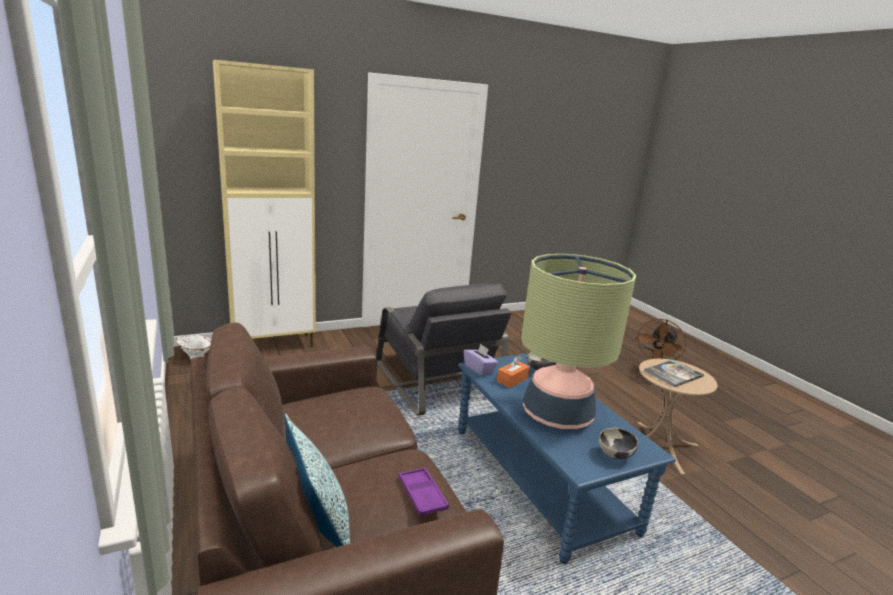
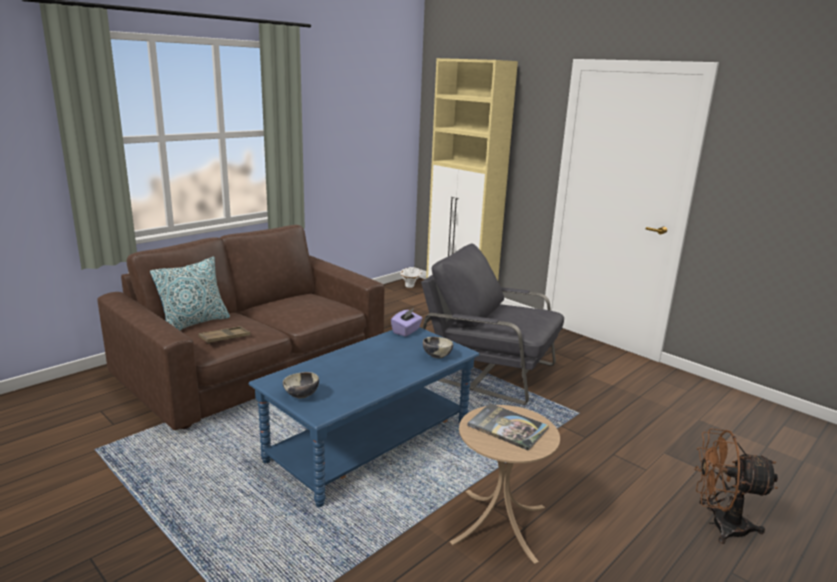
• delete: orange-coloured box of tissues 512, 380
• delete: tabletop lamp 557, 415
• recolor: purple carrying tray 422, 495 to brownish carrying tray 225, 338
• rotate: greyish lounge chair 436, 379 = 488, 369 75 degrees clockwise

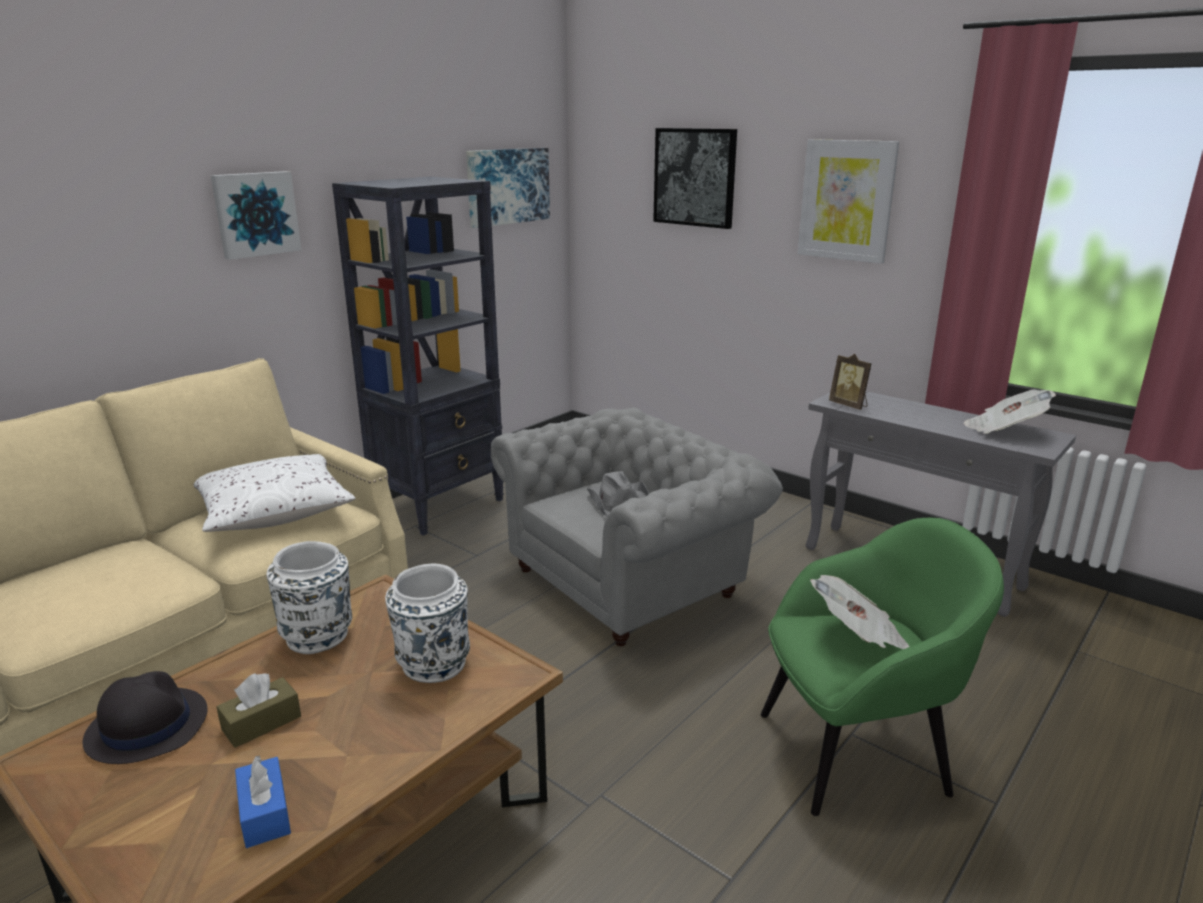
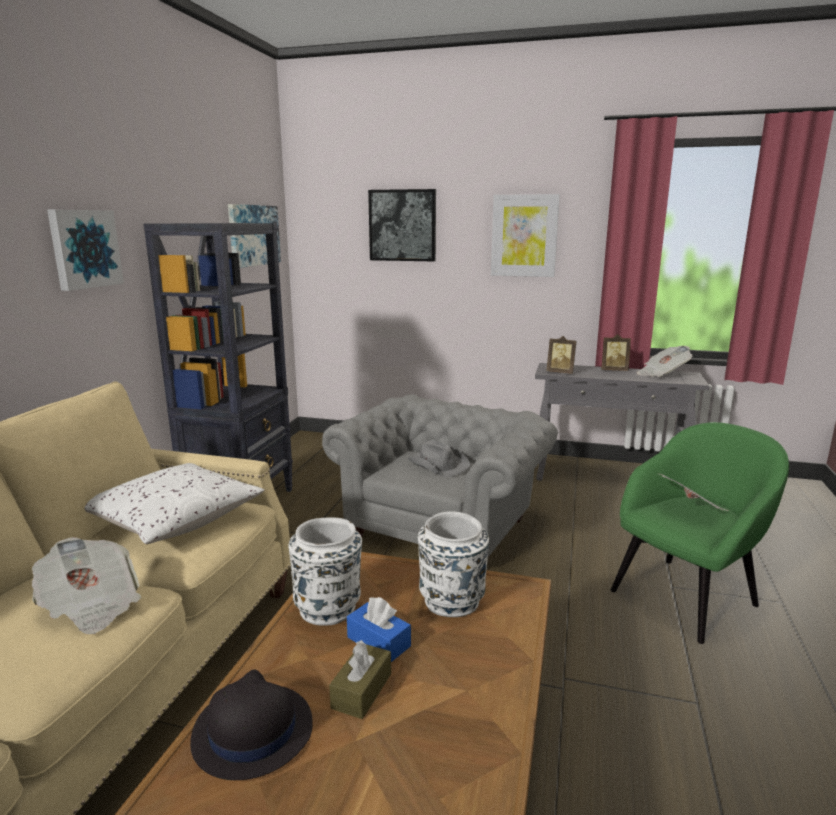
• insert: daily paper 91, 606
• insert: photo frame 614, 370
• move: blue-coloured box of tissues 265, 813 to 378, 642

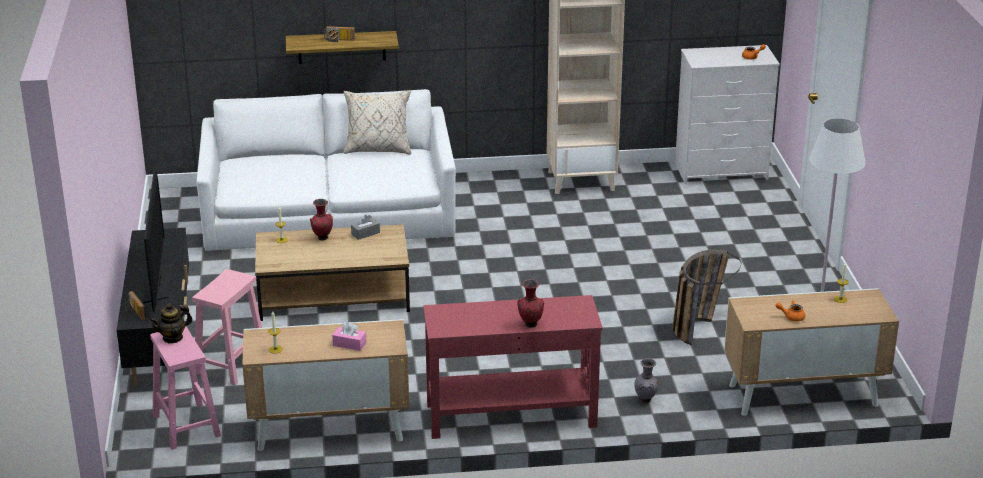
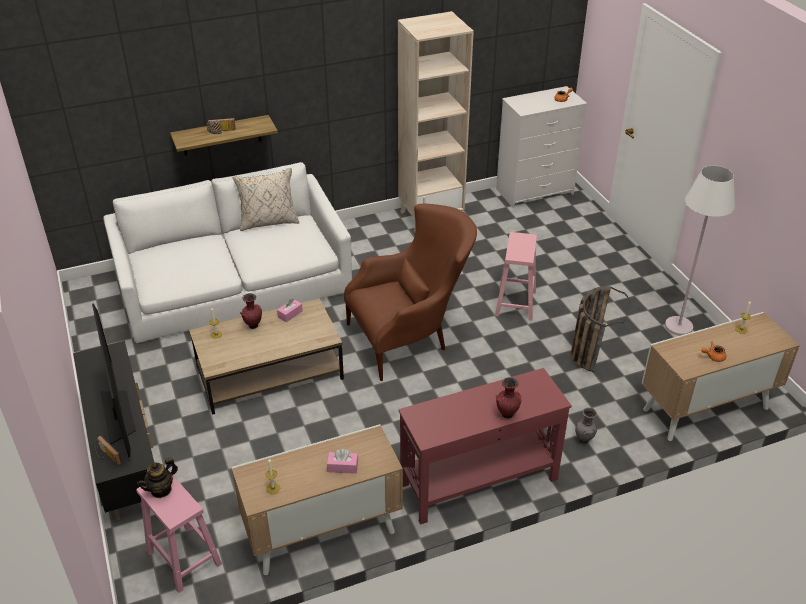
• insert: brownish lounge chair 410, 337
• move: pink-coloured stool seat 231, 363 to 515, 303
• recolor: greyish box of tissues 365, 233 to pink-coloured box of tissues 290, 314

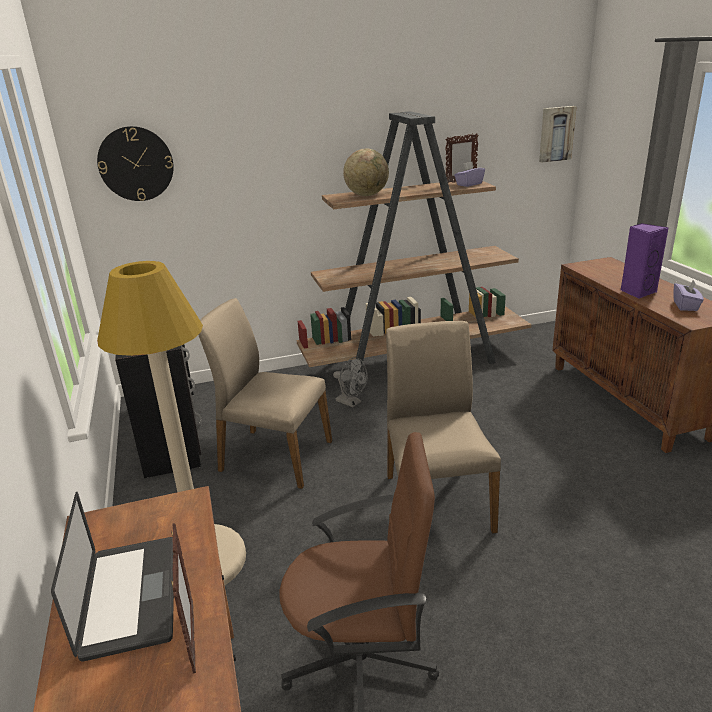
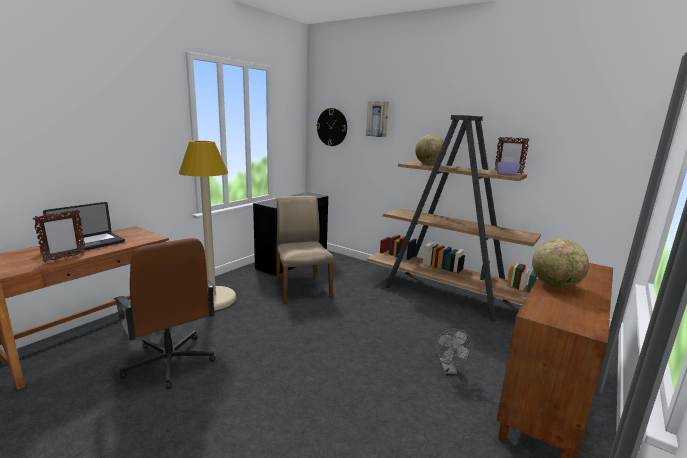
• delete: beige chair 436, 501
• delete: purple box of tissues 685, 306
• move: greyish electric fan 351, 403 to 449, 370
• move: picture 556, 134 to 377, 119
• replace: purple audio speaker 637, 292 to globe 555, 285

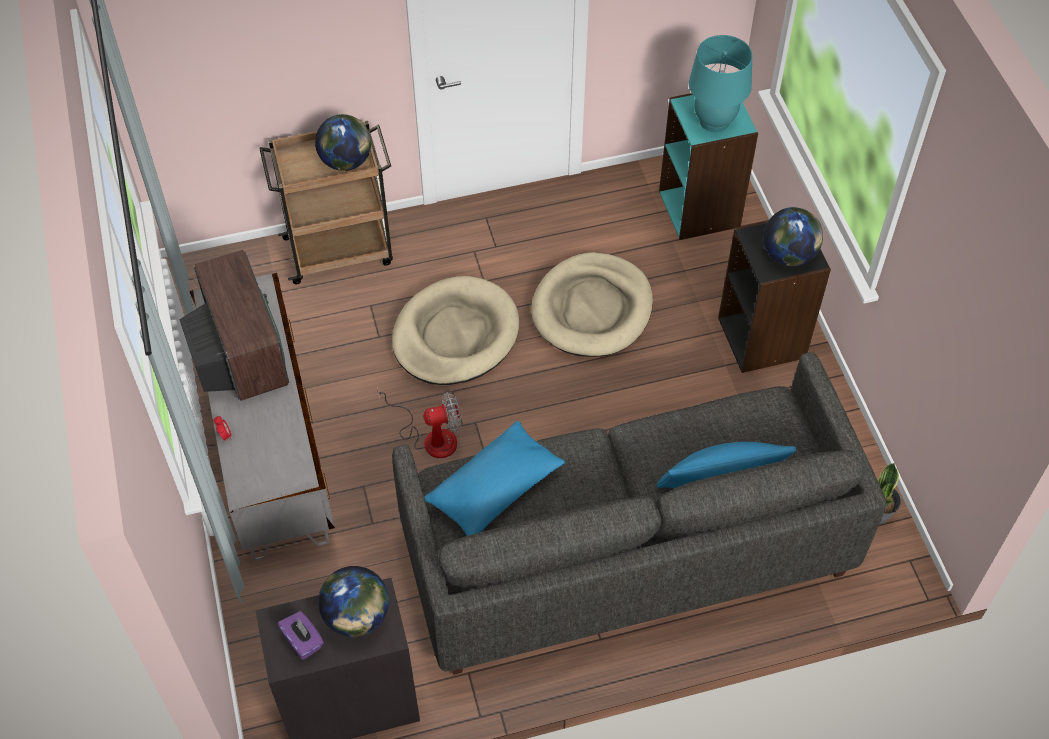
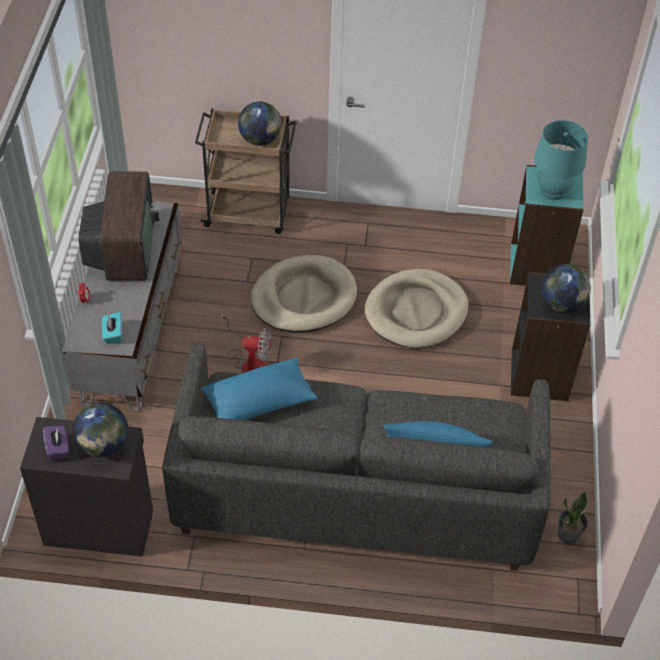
• insert: turquoise box of tissues 113, 334

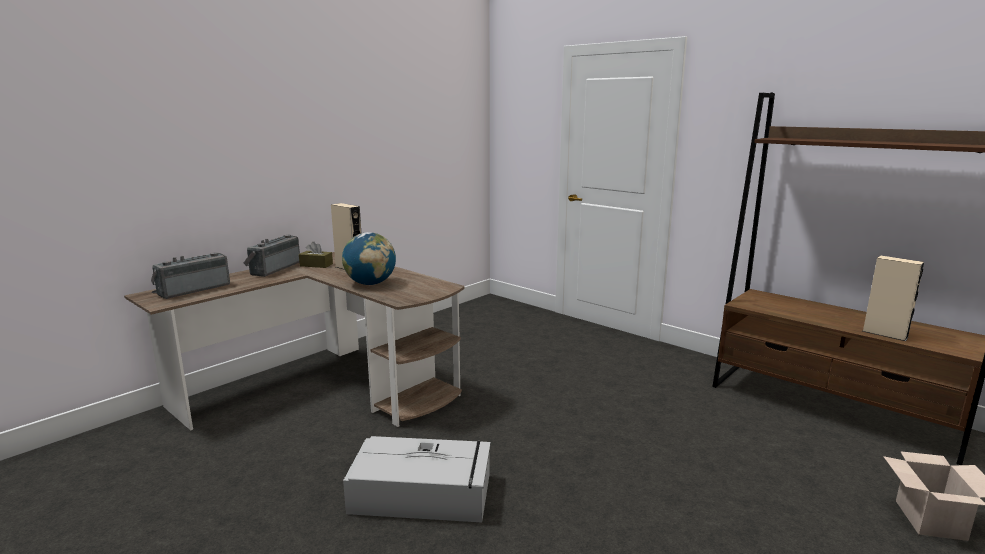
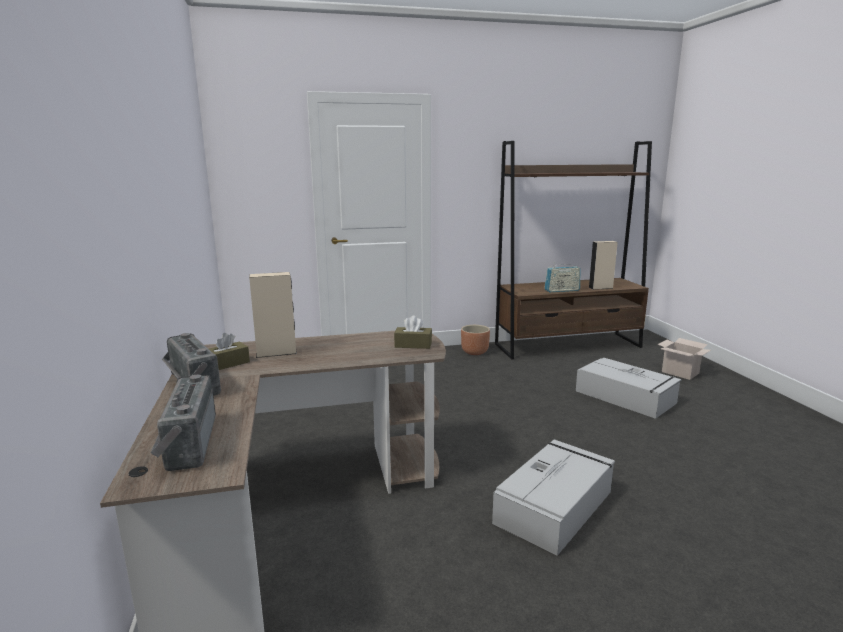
• delete: globe 370, 283
• insert: brownish box of tissues 413, 345
• insert: brownish planter 474, 352
• insert: radio receiver 562, 290
• insert: greyish storage box 626, 397

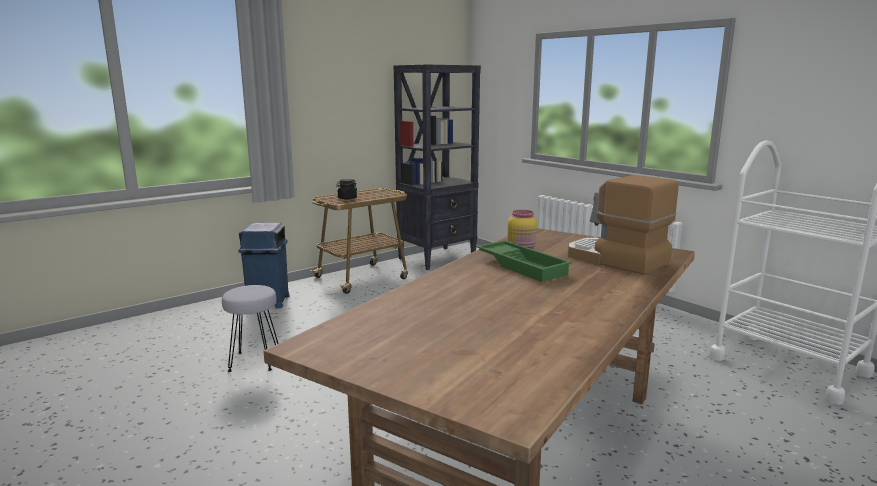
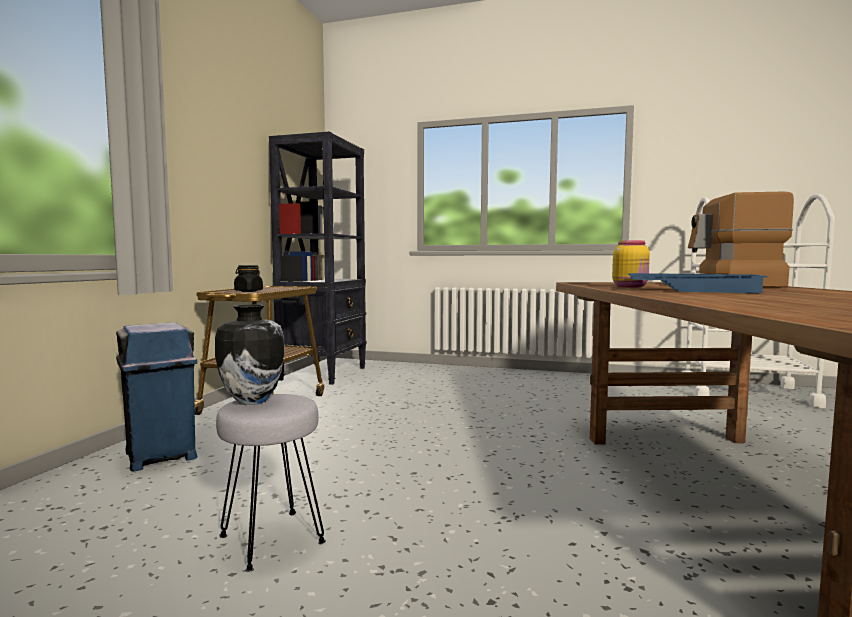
• insert: flower vase 252, 401
• recolor: green carrying tray 523, 266 to blue-coloured carrying tray 692, 290

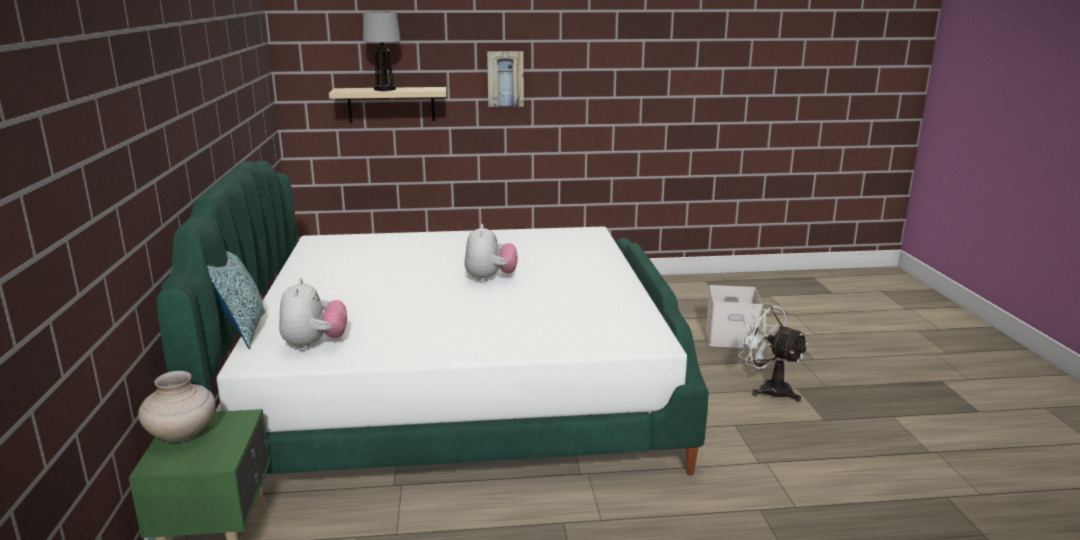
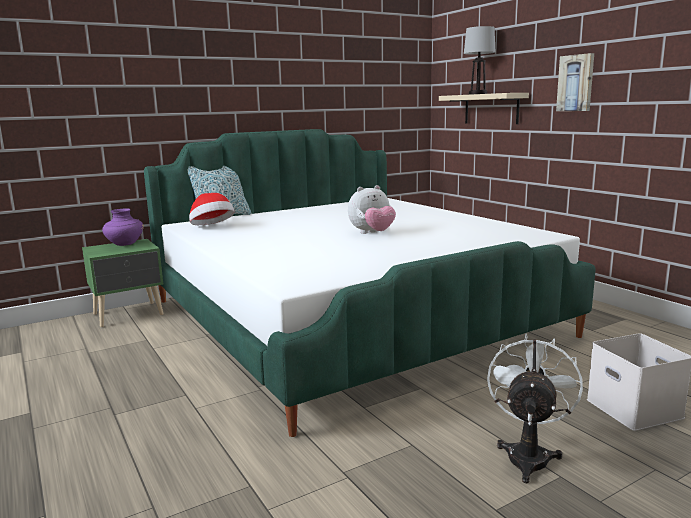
• replace: cuddly toy 314, 344 to hat 212, 227
• recolor: beige flower vase 182, 435 to purple flower vase 124, 244

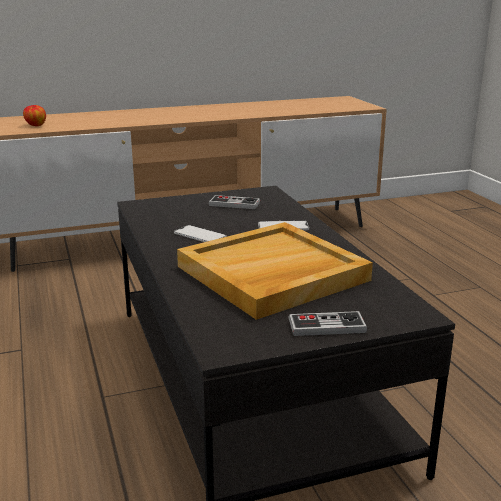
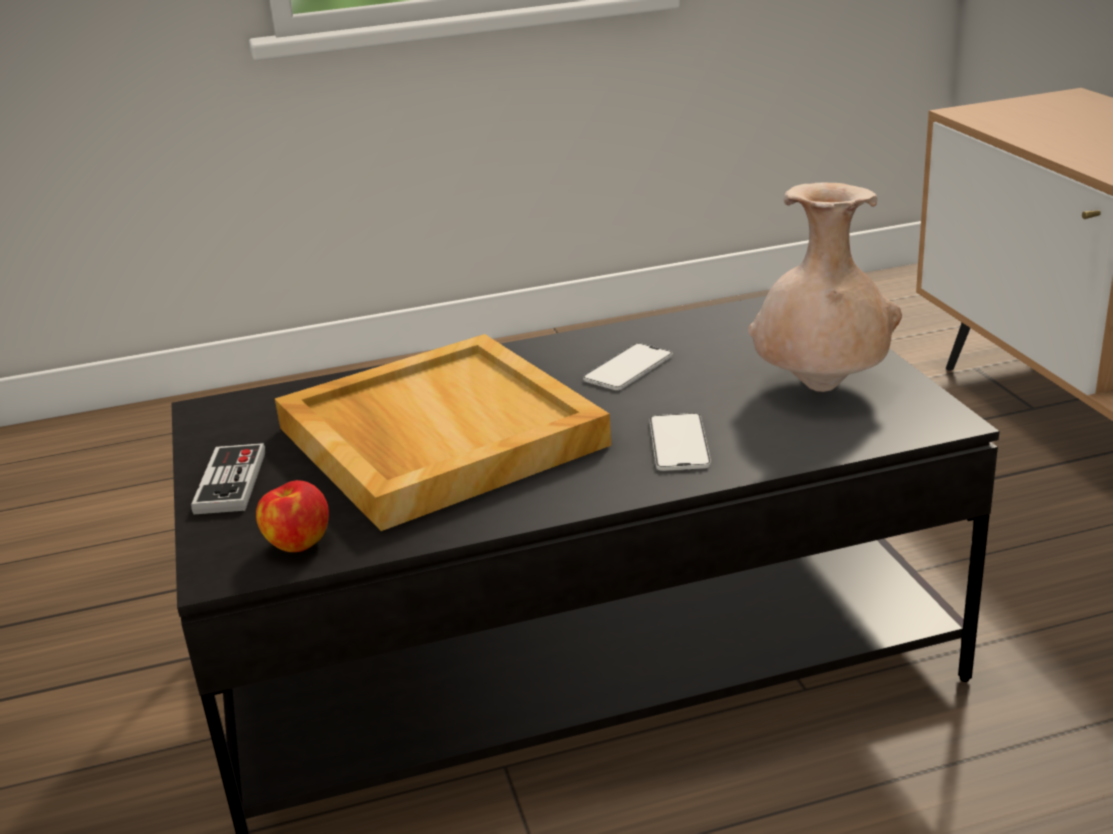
• move: apple fruit 35, 125 to 297, 543
• replace: joypad 234, 204 to beige flower vase 821, 388

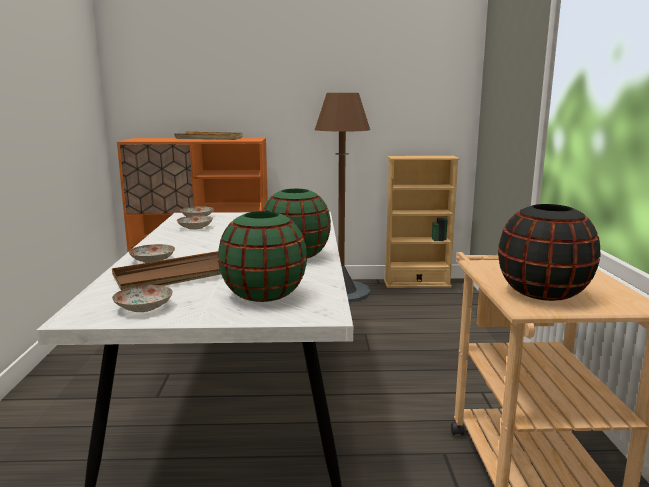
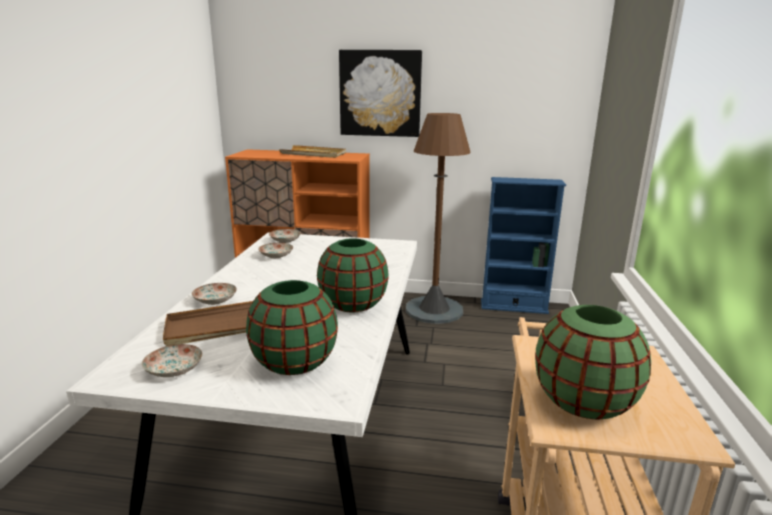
• insert: picture 380, 93
• recolor: beige bookcase 417, 284 to blue-coloured bookcase 513, 306
• recolor: blackish flower vase 543, 293 to green flower vase 583, 402

